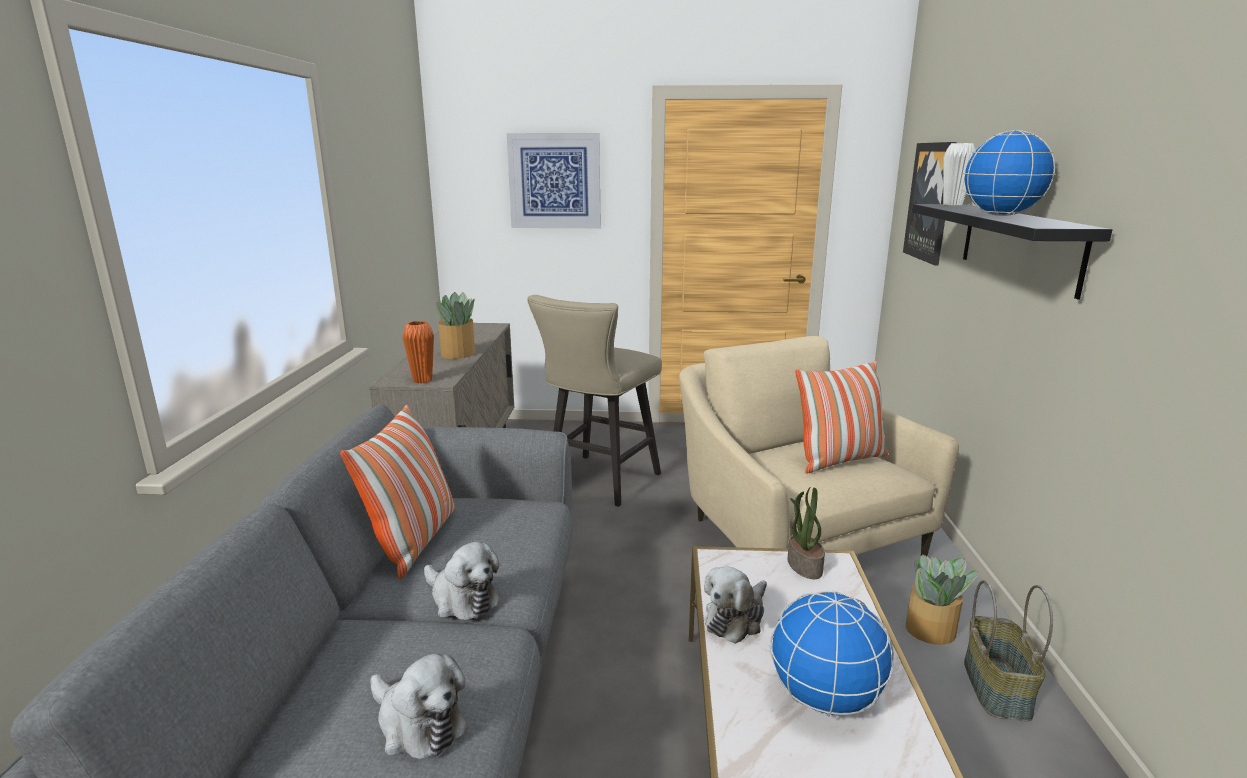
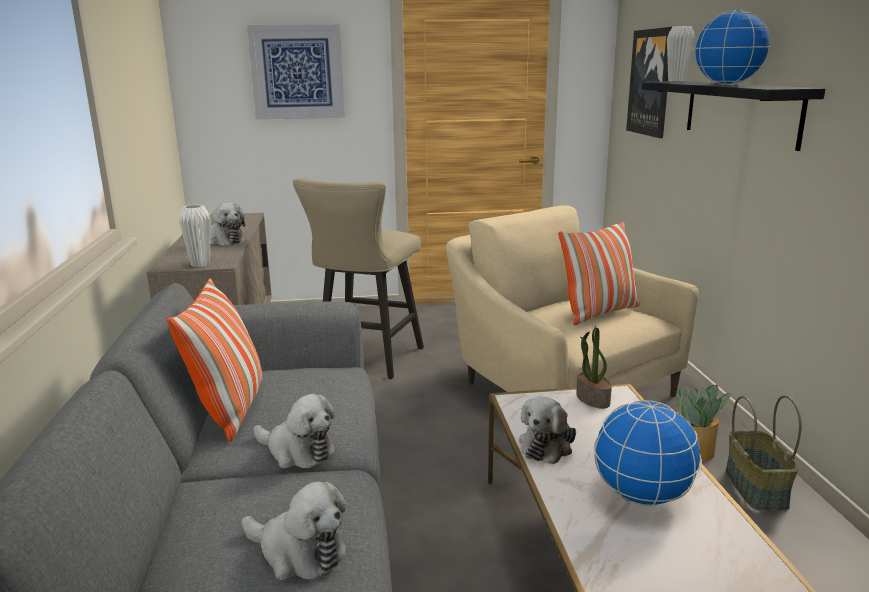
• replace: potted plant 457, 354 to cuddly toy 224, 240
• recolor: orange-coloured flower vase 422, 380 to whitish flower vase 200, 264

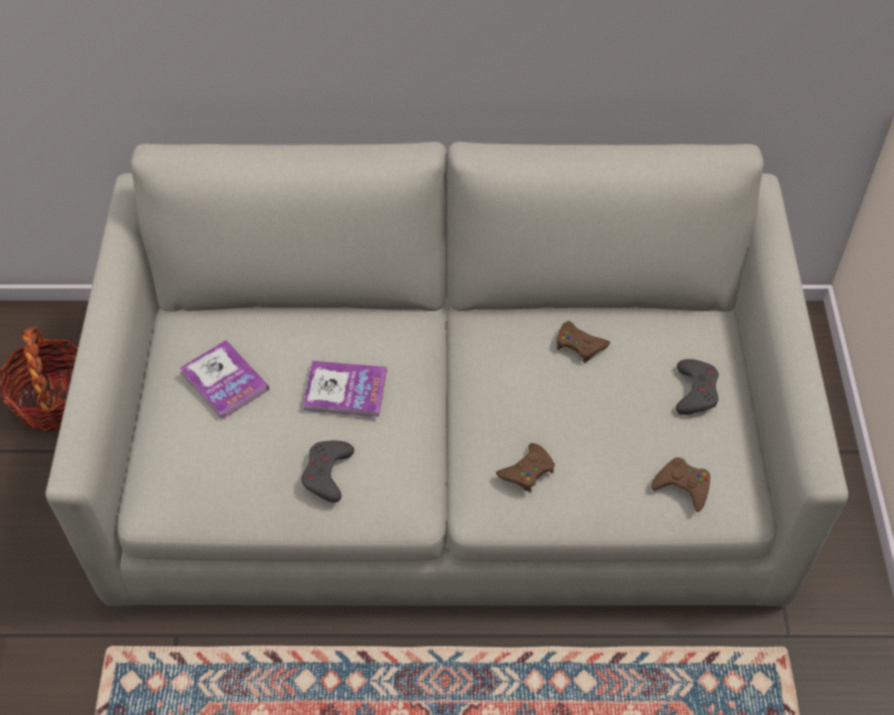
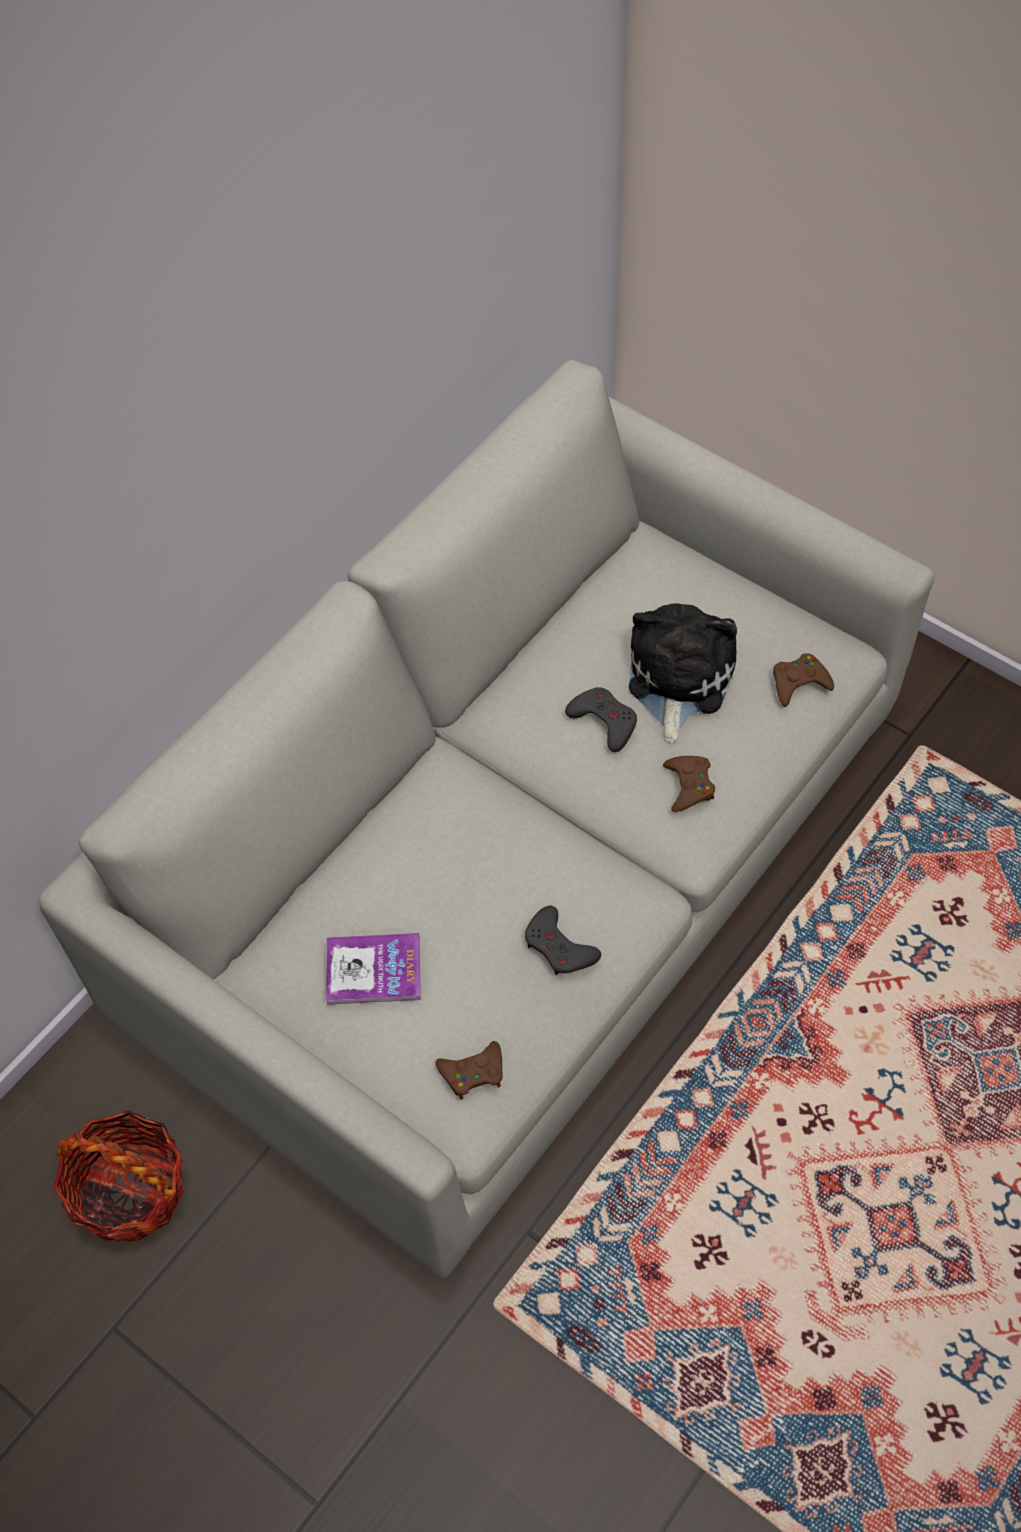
• delete: book 345, 390
• insert: cuddly toy 677, 679
• move: brownish joypad 579, 345 to 473, 1072
• move: greyish joypad 695, 391 to 604, 721

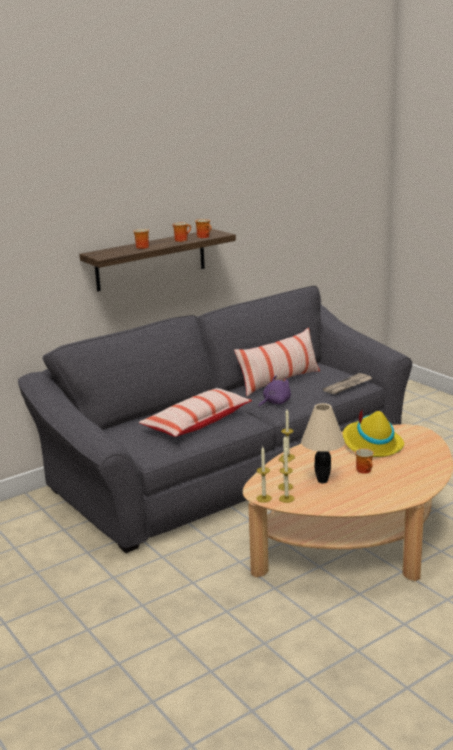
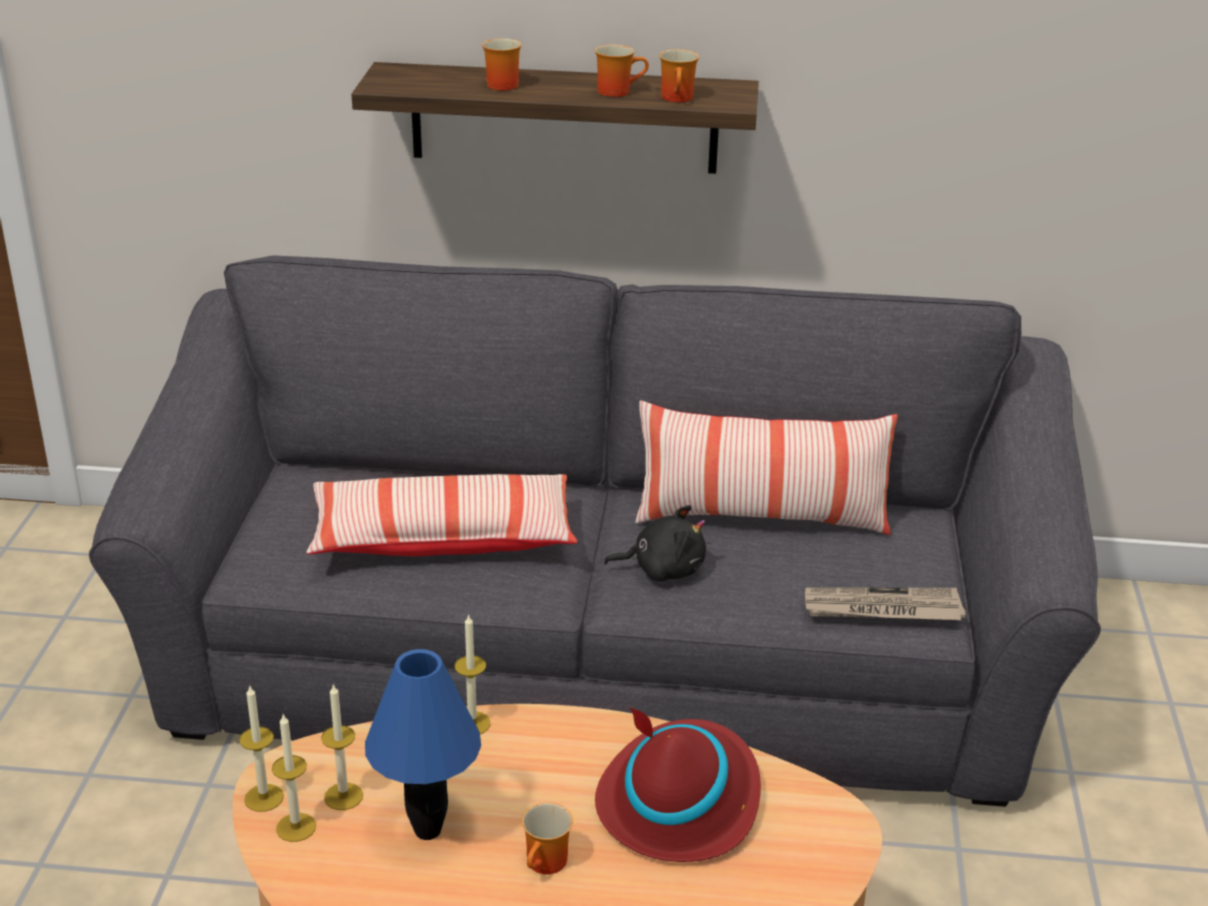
• recolor: purple cuddly toy 275, 402 to blackish cuddly toy 663, 569
• recolor: beige tabletop lamp 322, 480 to blue-coloured tabletop lamp 428, 829
• recolor: yellow-coloured hat 371, 444 to reddish hat 679, 801

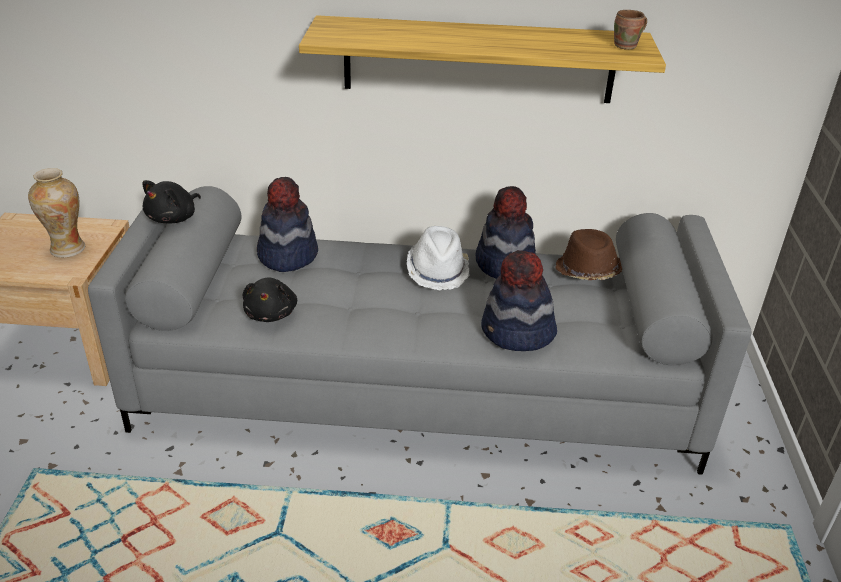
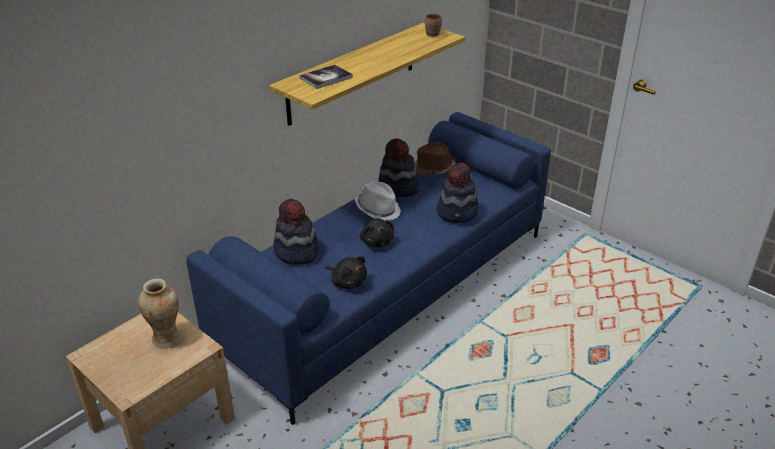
• insert: book 326, 78
• move: blackish cuddly toy 174, 218 to 377, 241
• recolor: greyish couch 419, 387 to blue-coloured couch 387, 289

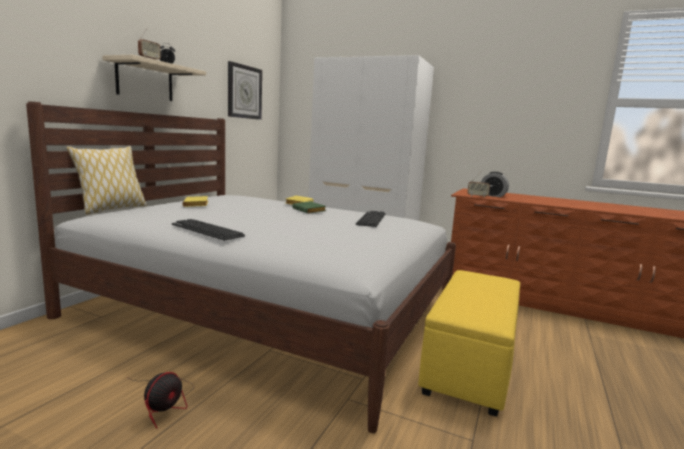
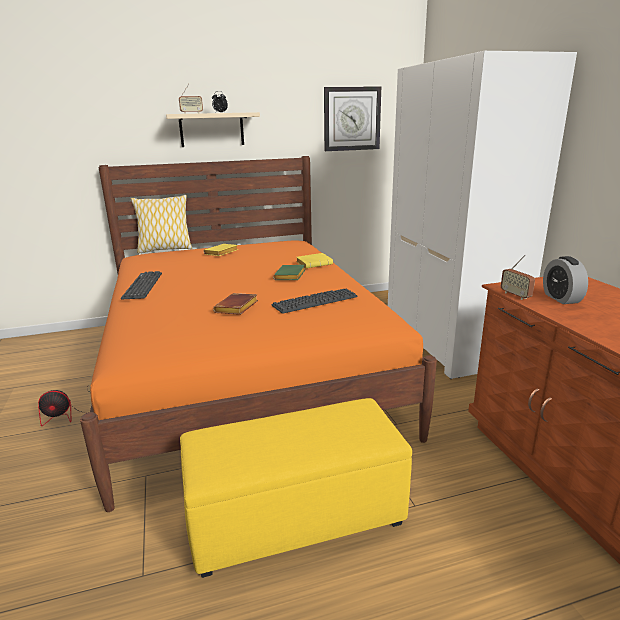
• insert: brownish book 237, 308
• recolor: whitish bed 268, 311 to orange-coloured bed 244, 370

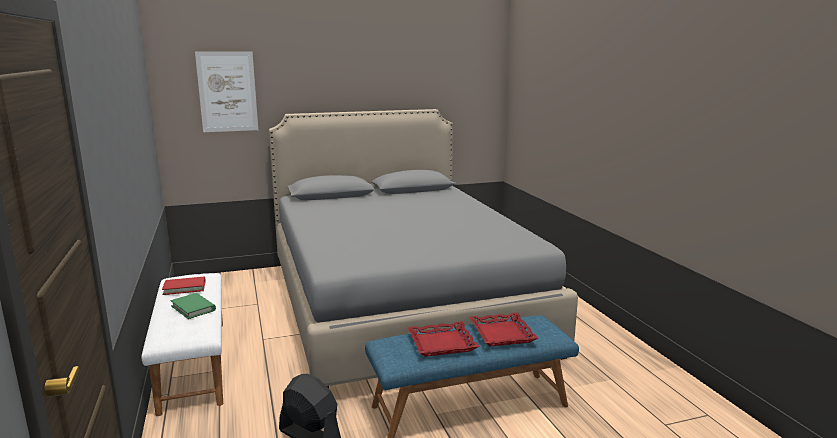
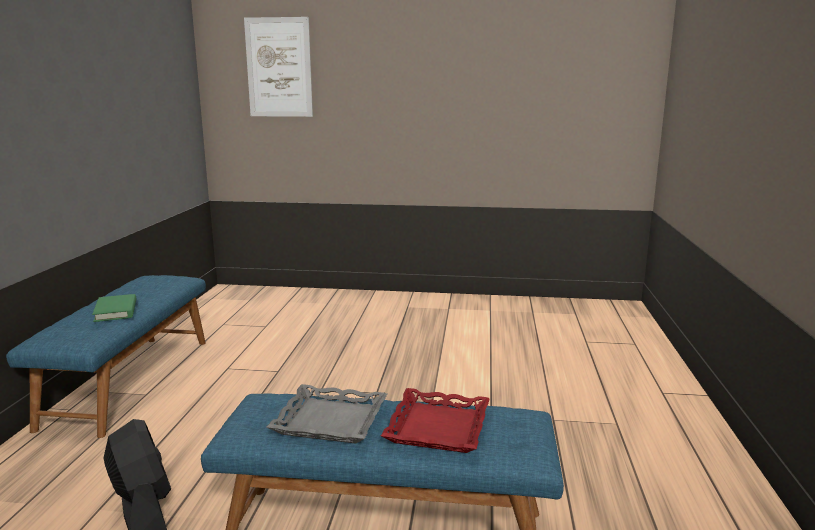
• delete: reddish book 184, 288
• delete: greyish bed 399, 305
• recolor: whitish indoor bench 192, 364 to blue-coloured indoor bench 129, 380
• recolor: reddish carrying tray 442, 343 to greyish carrying tray 331, 420

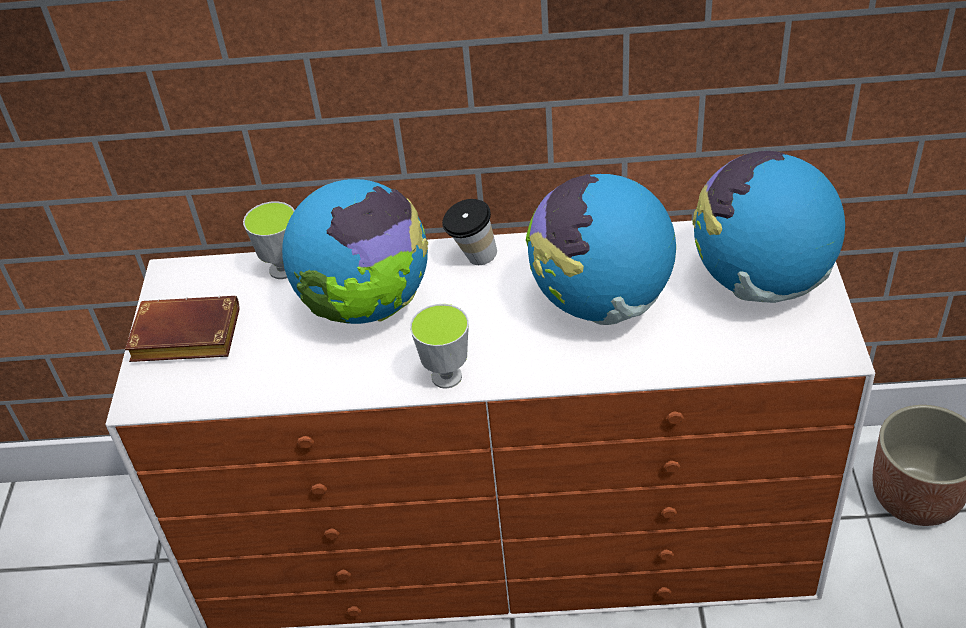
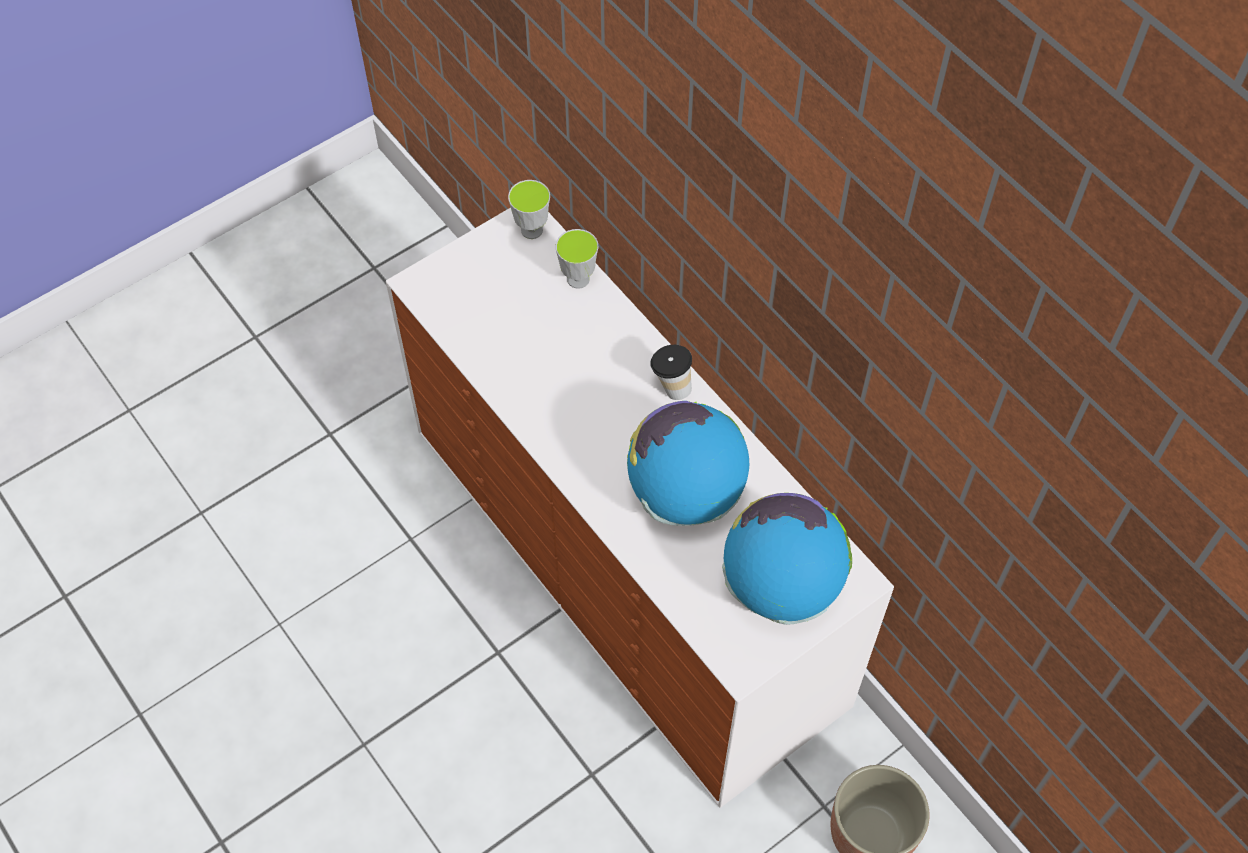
• delete: brownish book 183, 339
• delete: globe 366, 305
• move: small cup 446, 377 to 532, 230

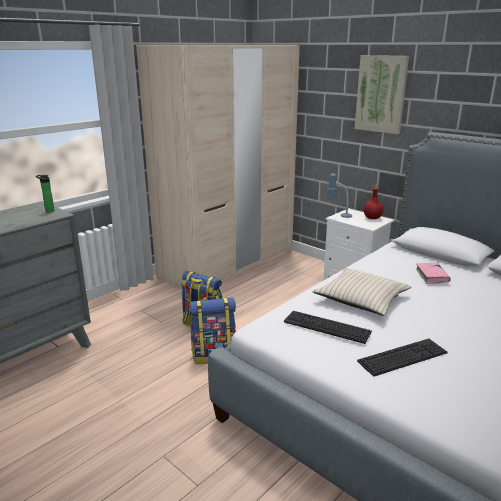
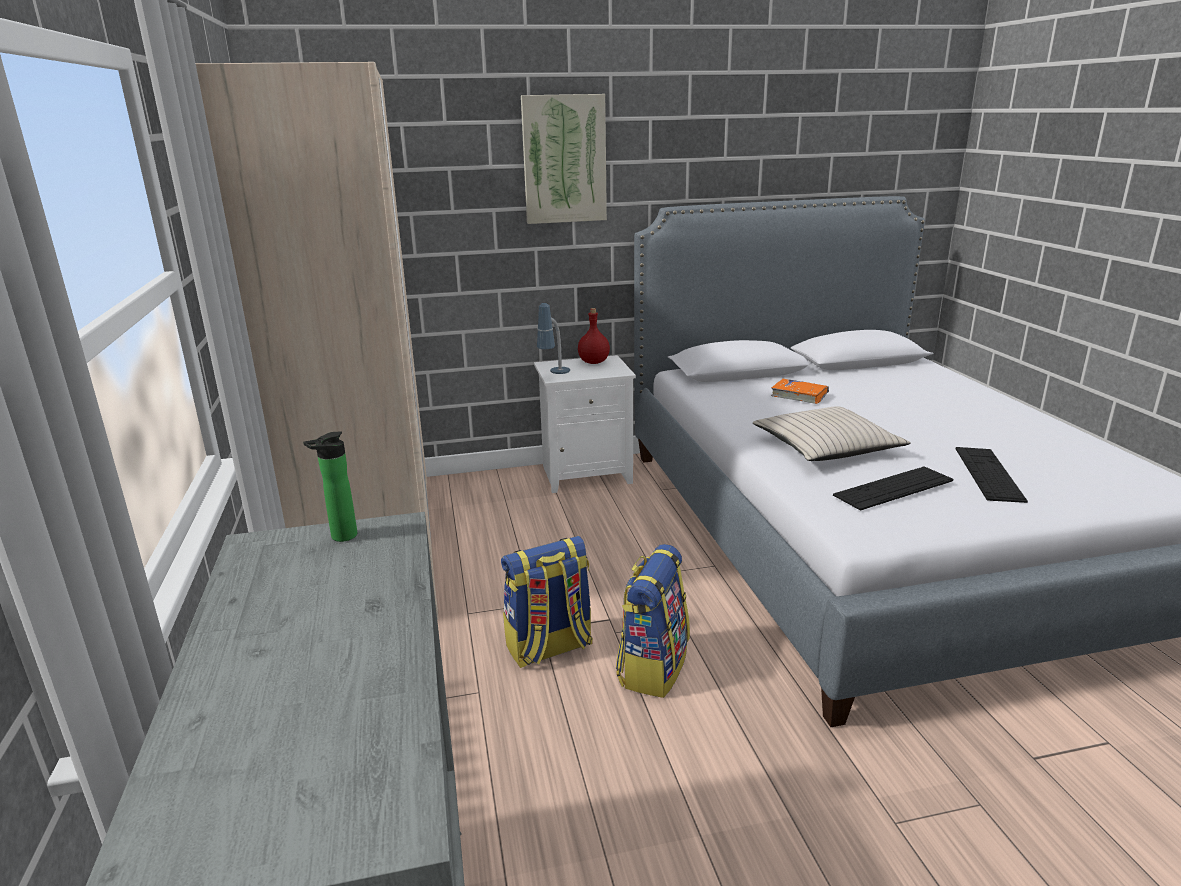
• recolor: pink-coloured book 432, 276 to orange-coloured book 799, 396

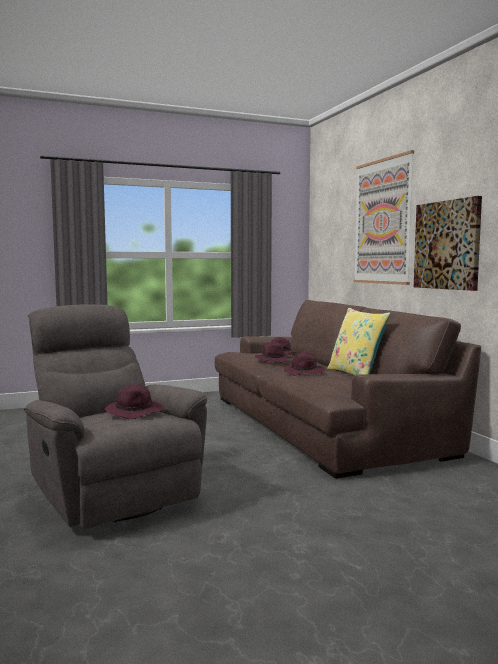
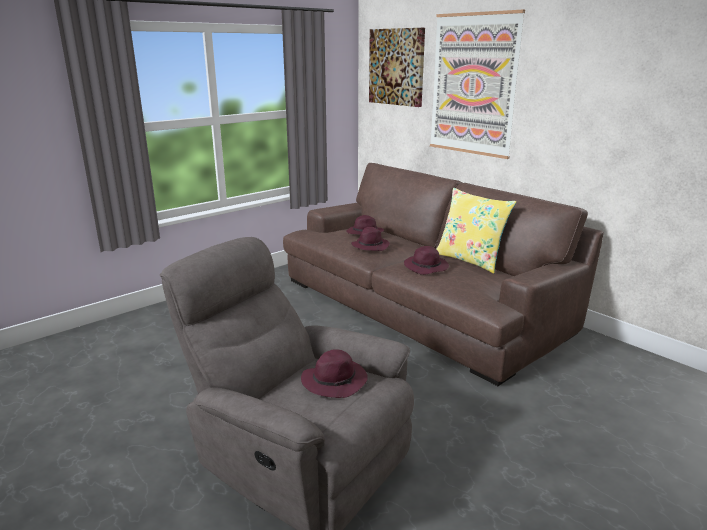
• move: picture 447, 245 to 396, 67

